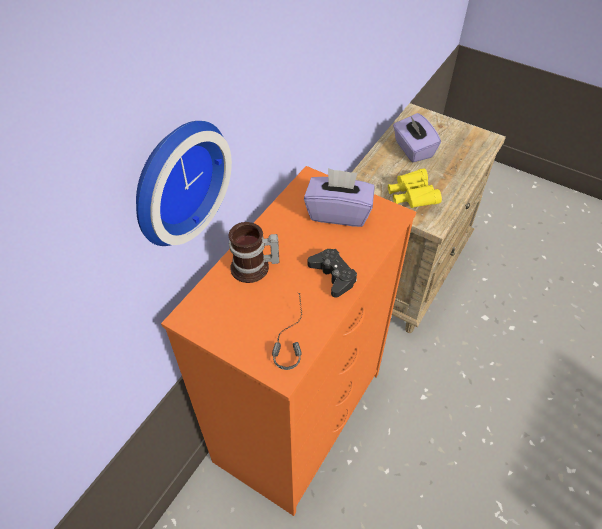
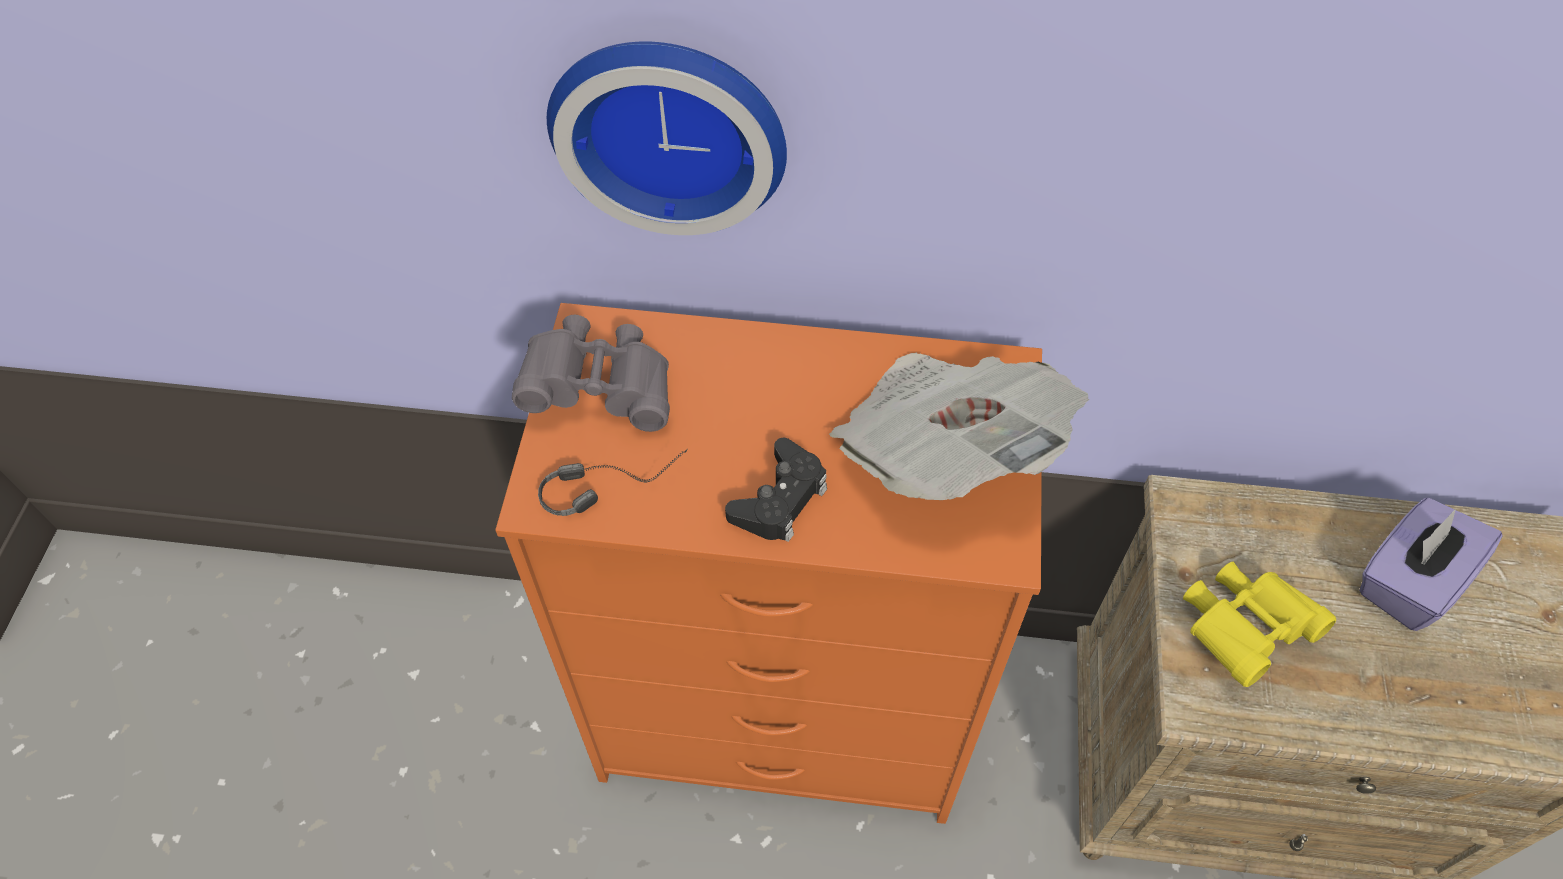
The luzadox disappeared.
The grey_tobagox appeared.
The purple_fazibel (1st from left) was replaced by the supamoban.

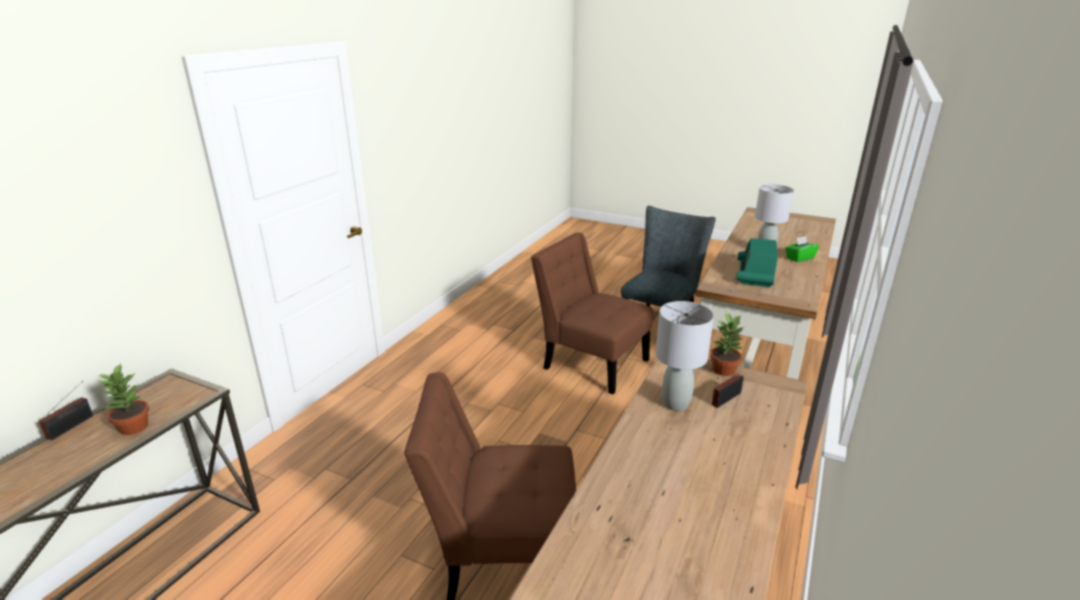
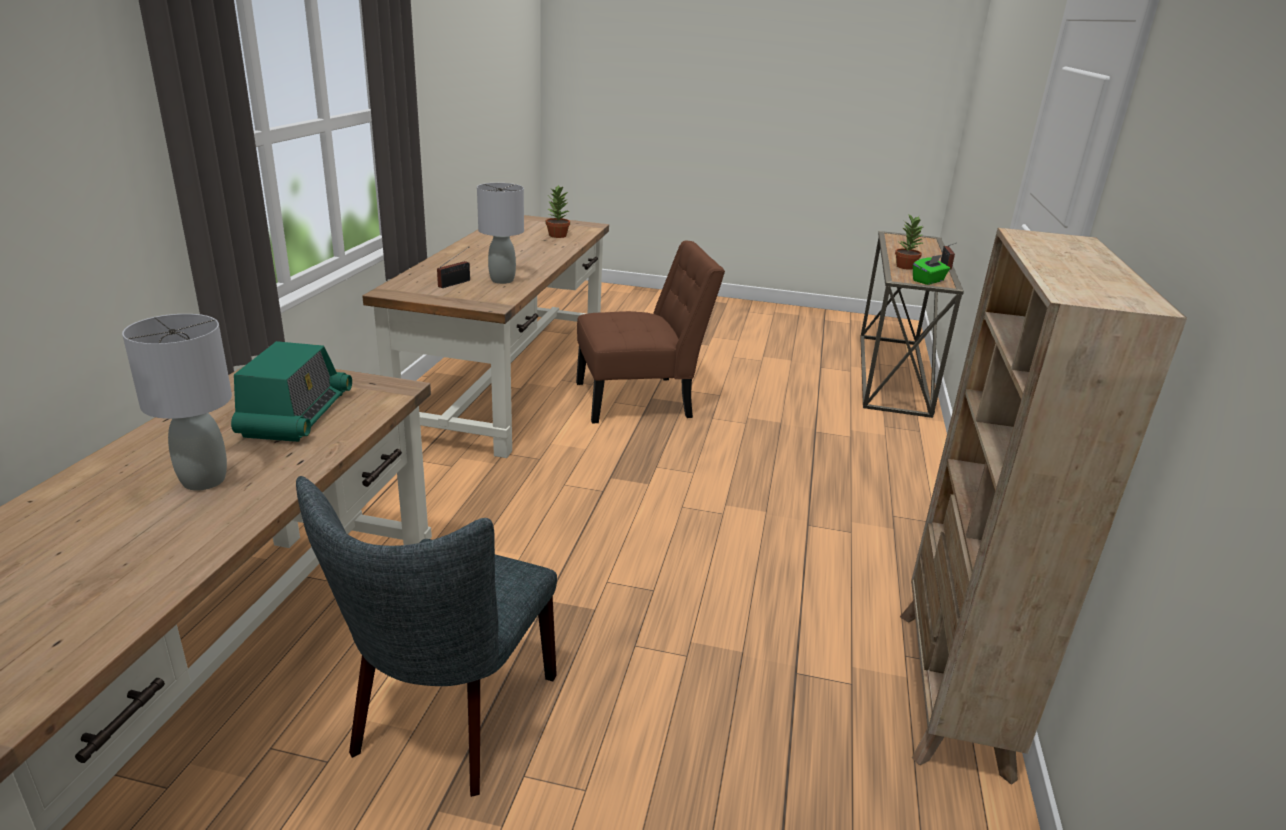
The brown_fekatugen (2nd from left) disappeared.
The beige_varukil appeared.
The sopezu (2nd from left in the first image) moved.
The green_fazibel moved.

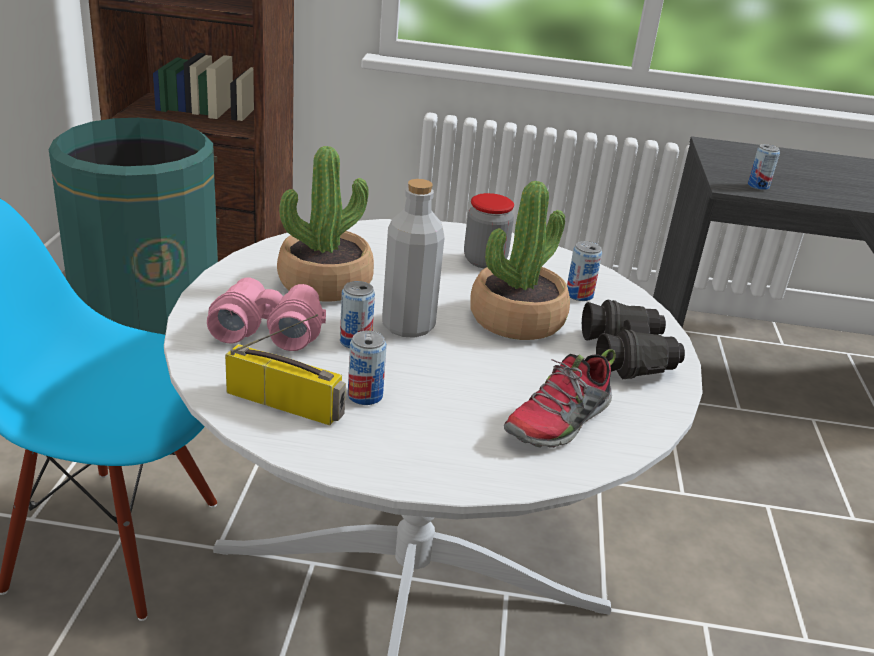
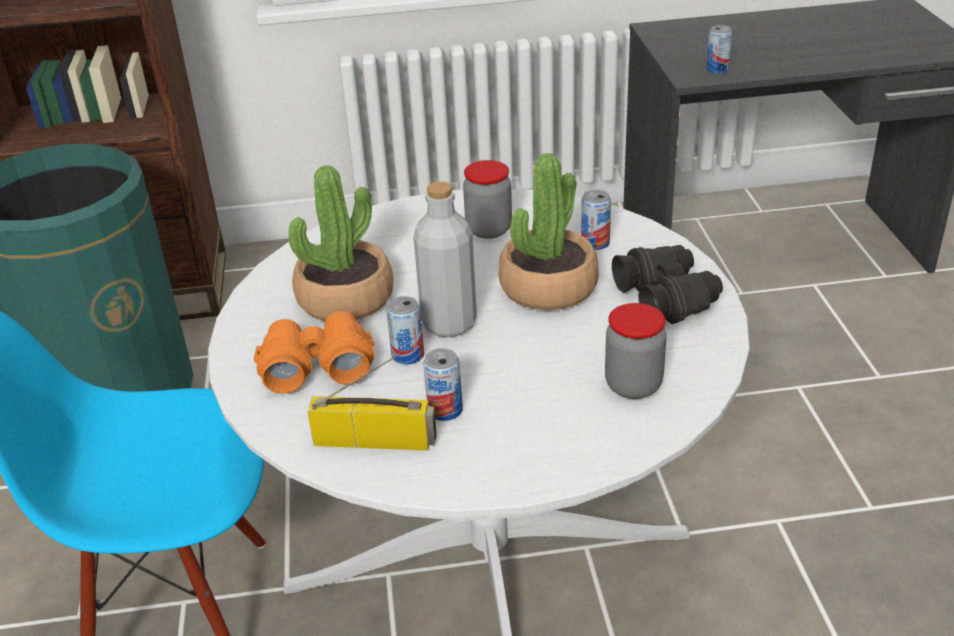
The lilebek was replaced by the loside (2nd from left).
The pink_tobagox became the orange_tobagox.

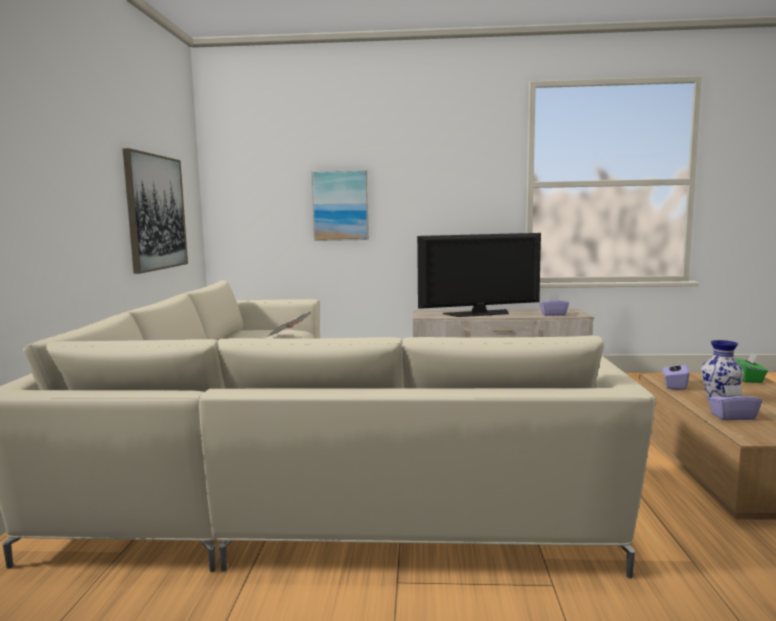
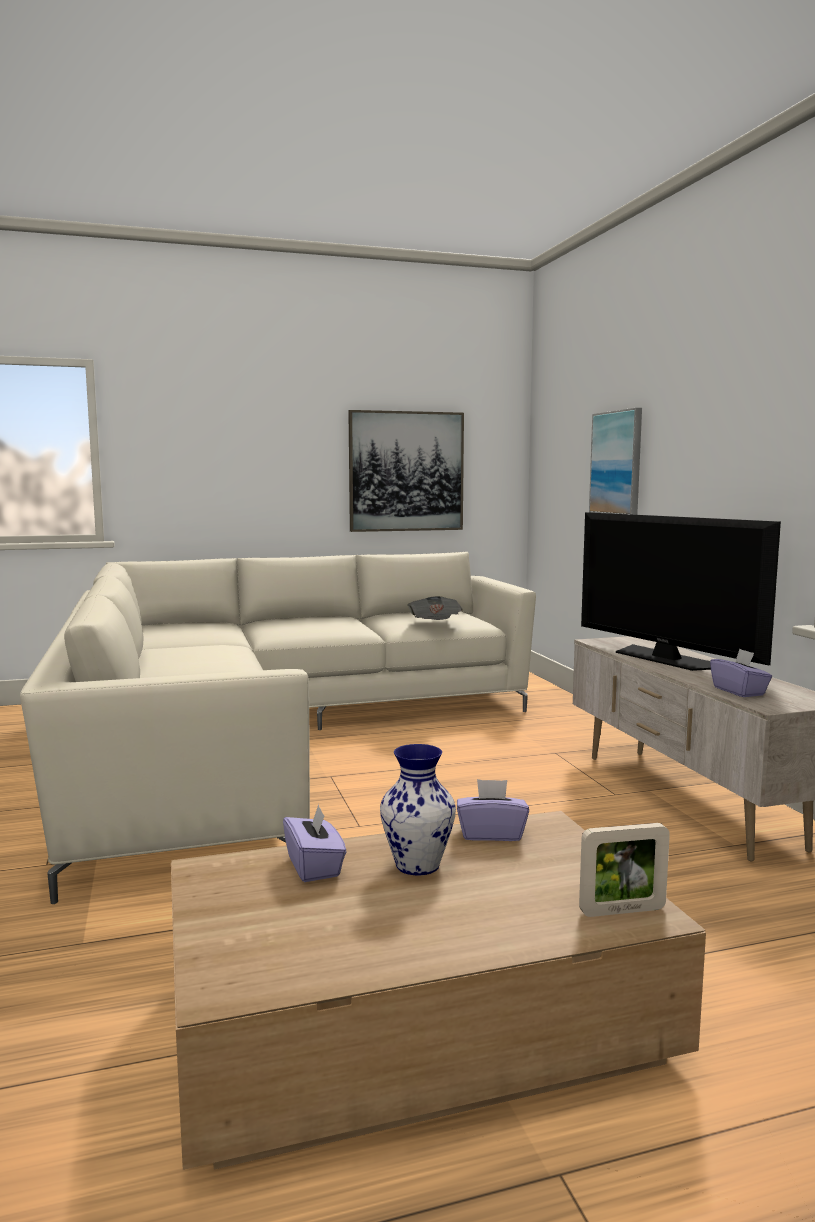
The green_fazibel was replaced by the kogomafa.

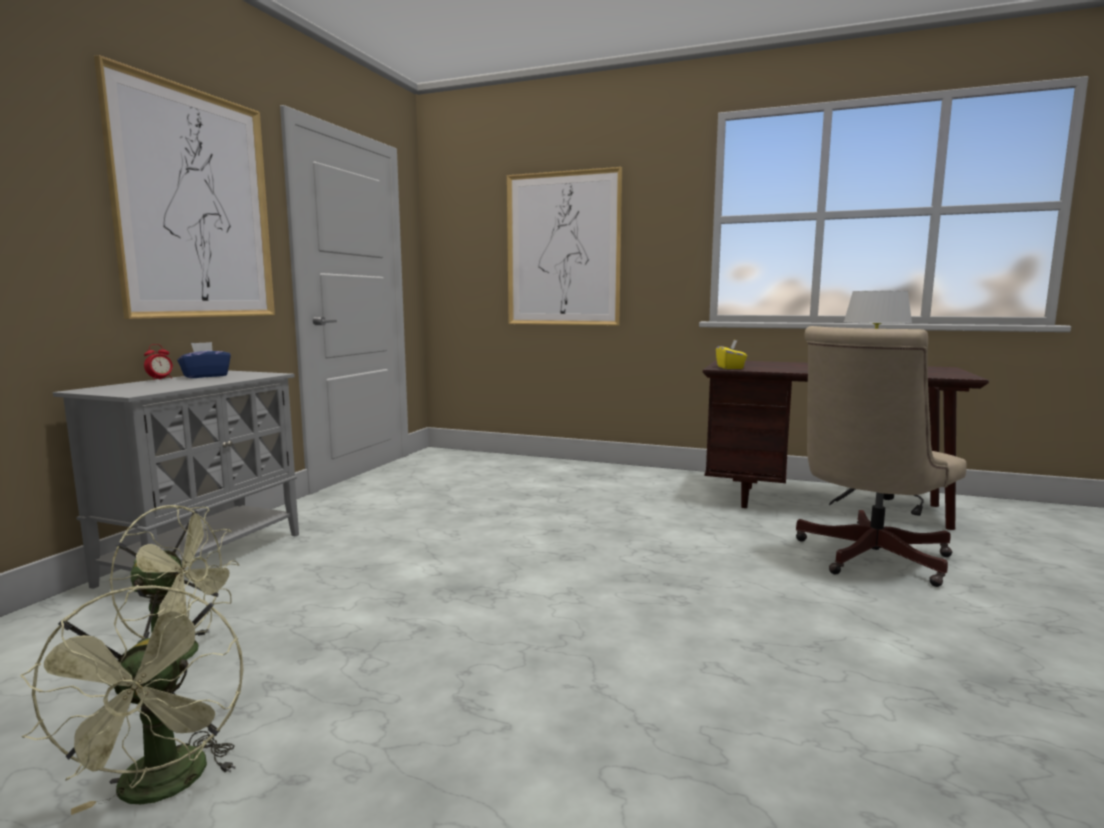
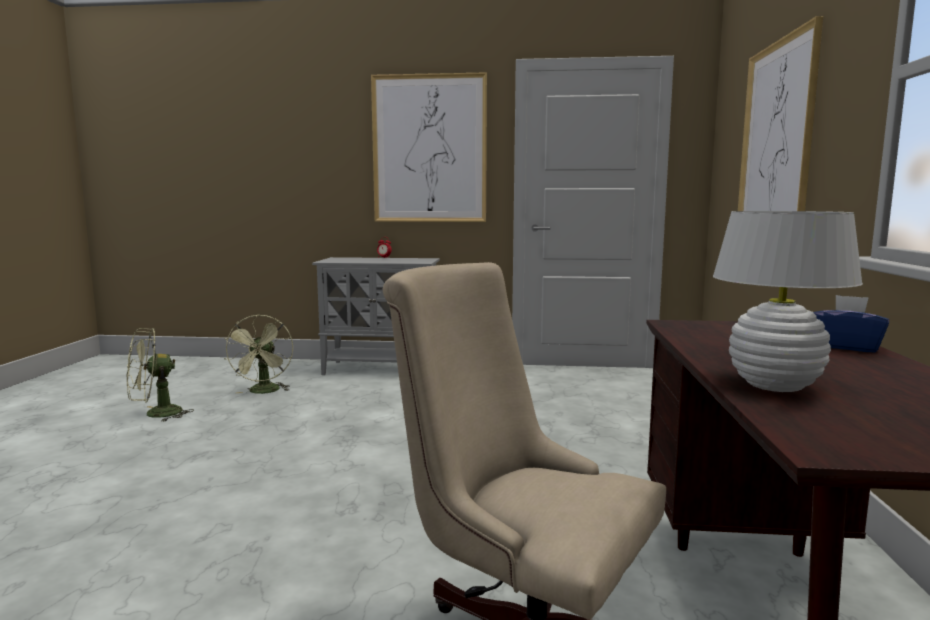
The yellow_fazibel disappeared.
The blue_fazibel moved.

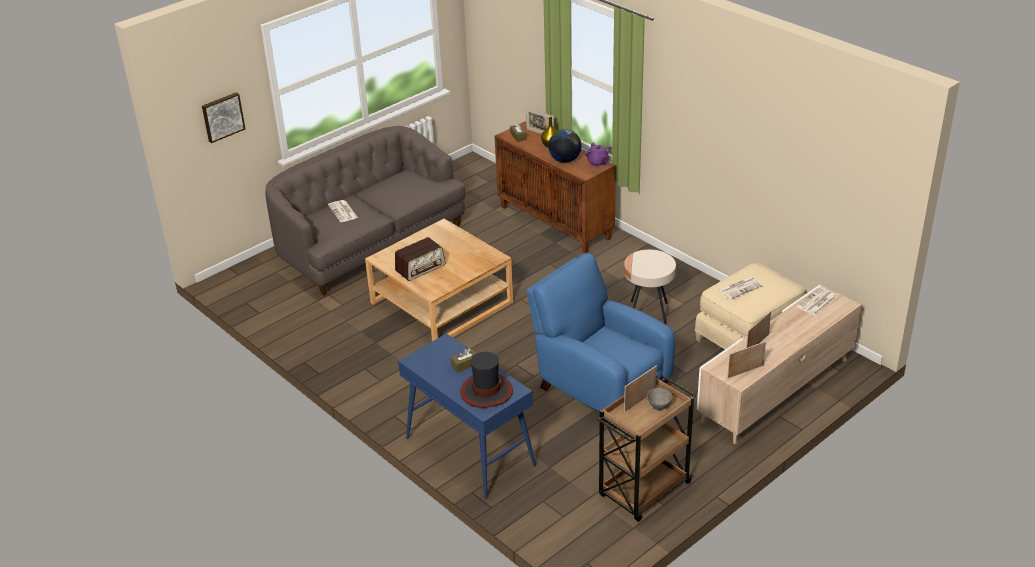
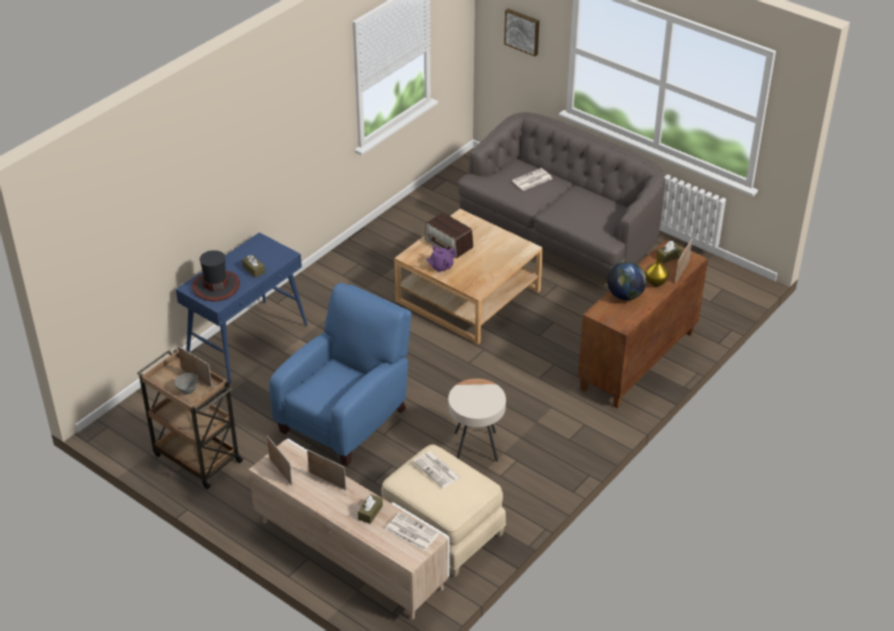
The brown_fazibel (2nd from left) appeared.
The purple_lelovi moved.

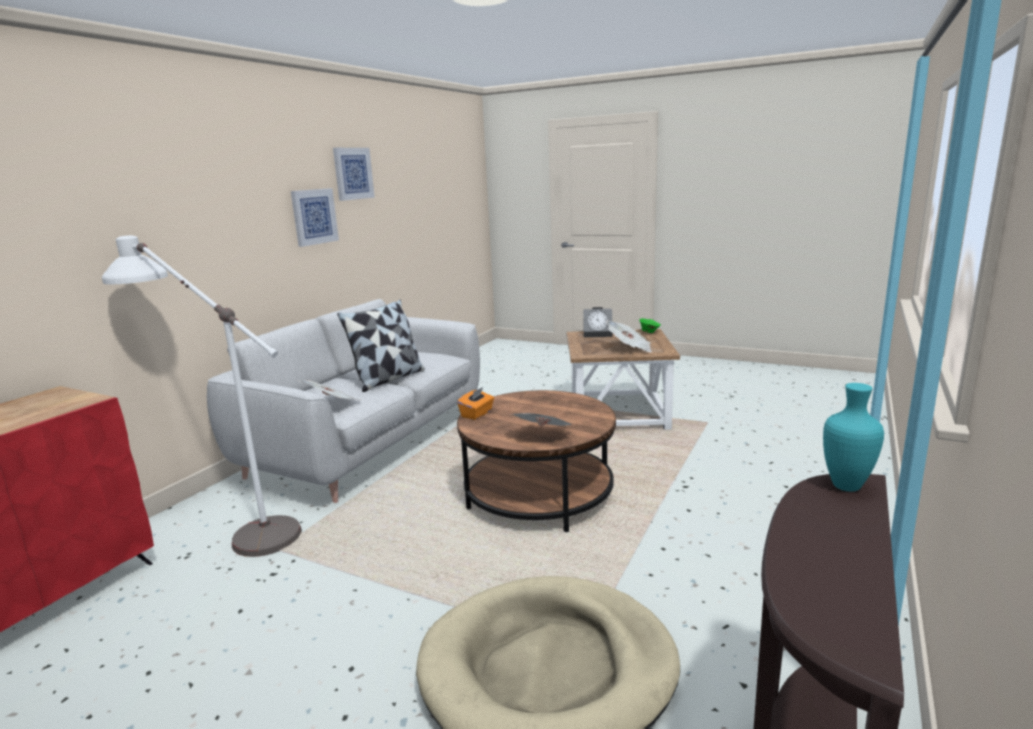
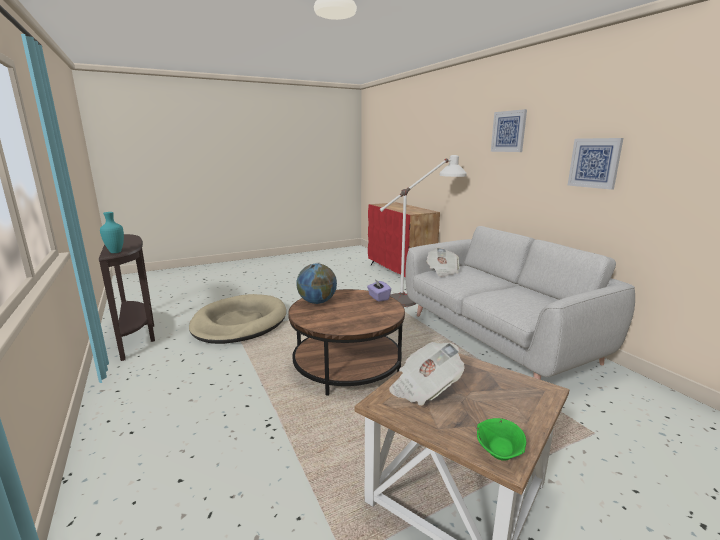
The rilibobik disappeared.
The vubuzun disappeared.
The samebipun (2nd from left in the first image) moved.
The supamoban (2nd from left) was replaced by the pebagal.
The orange_fazibel became the purple_fazibel.

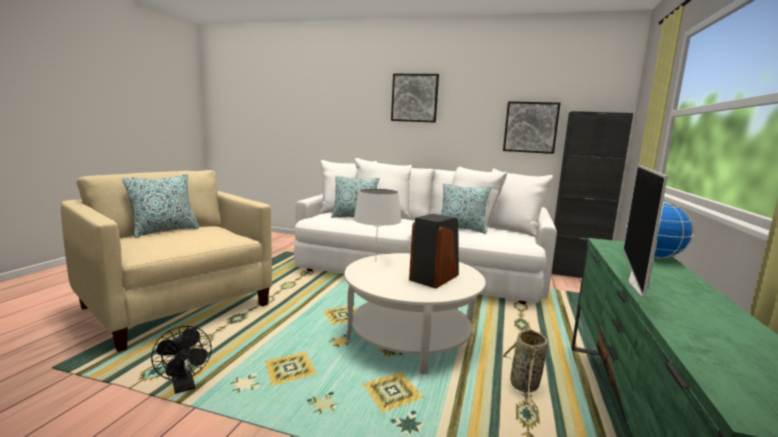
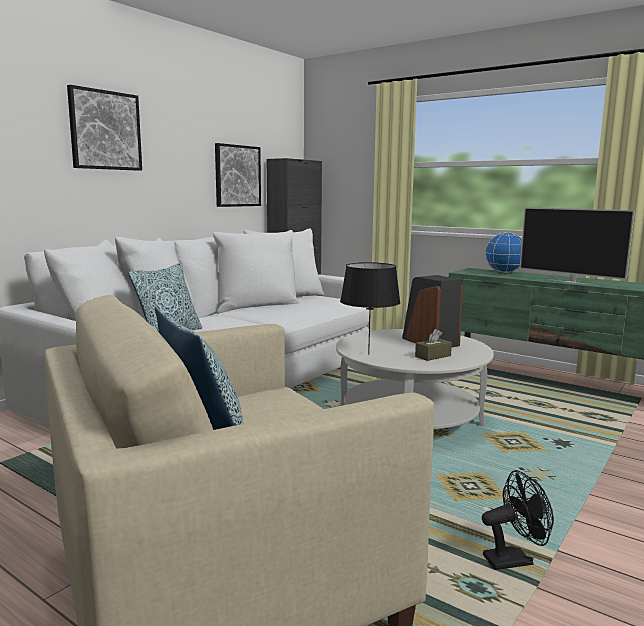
The rilibobik (3rd from left) disappeared.
The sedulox disappeared.
The brown_fazibel appeared.
The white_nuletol became the black_nuletol.

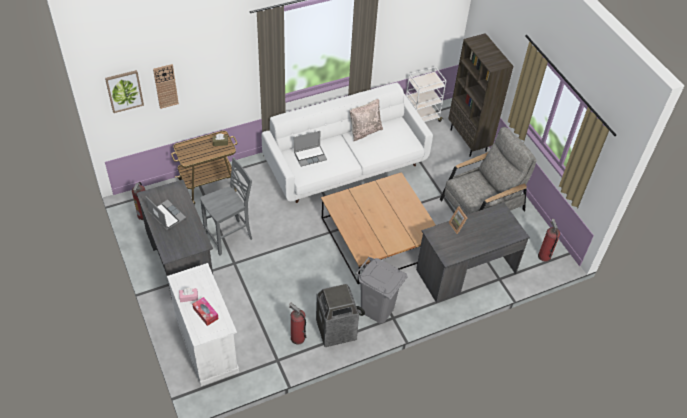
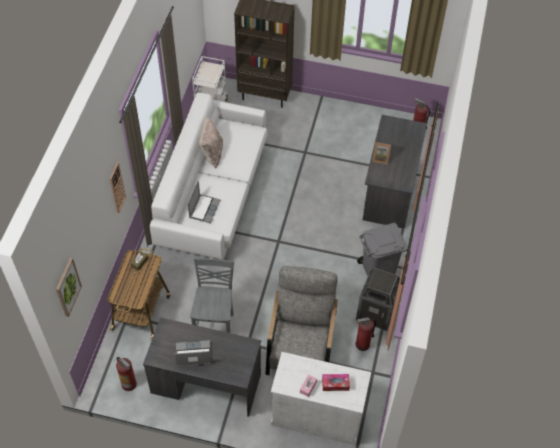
The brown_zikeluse disappeared.
The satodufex moved.
The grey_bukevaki moved.

